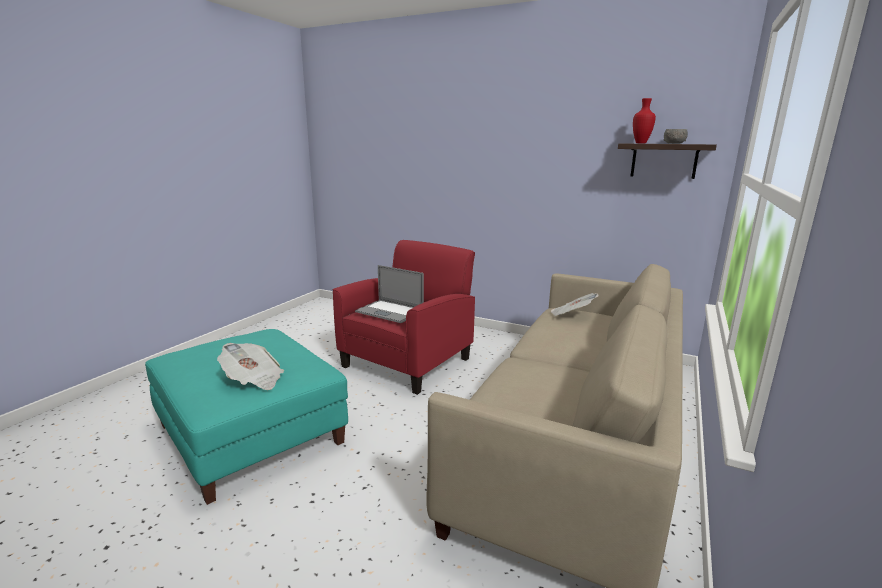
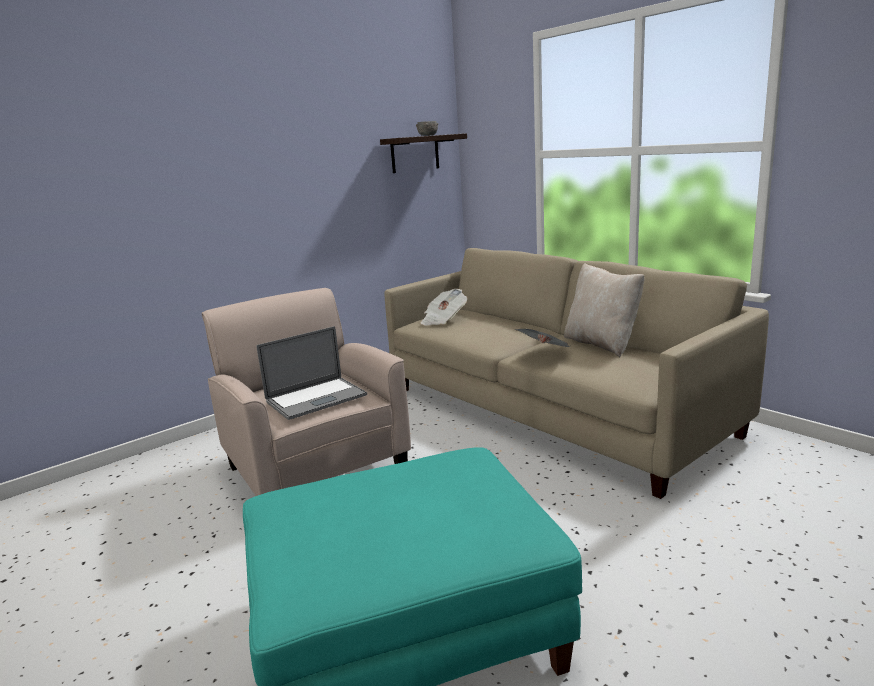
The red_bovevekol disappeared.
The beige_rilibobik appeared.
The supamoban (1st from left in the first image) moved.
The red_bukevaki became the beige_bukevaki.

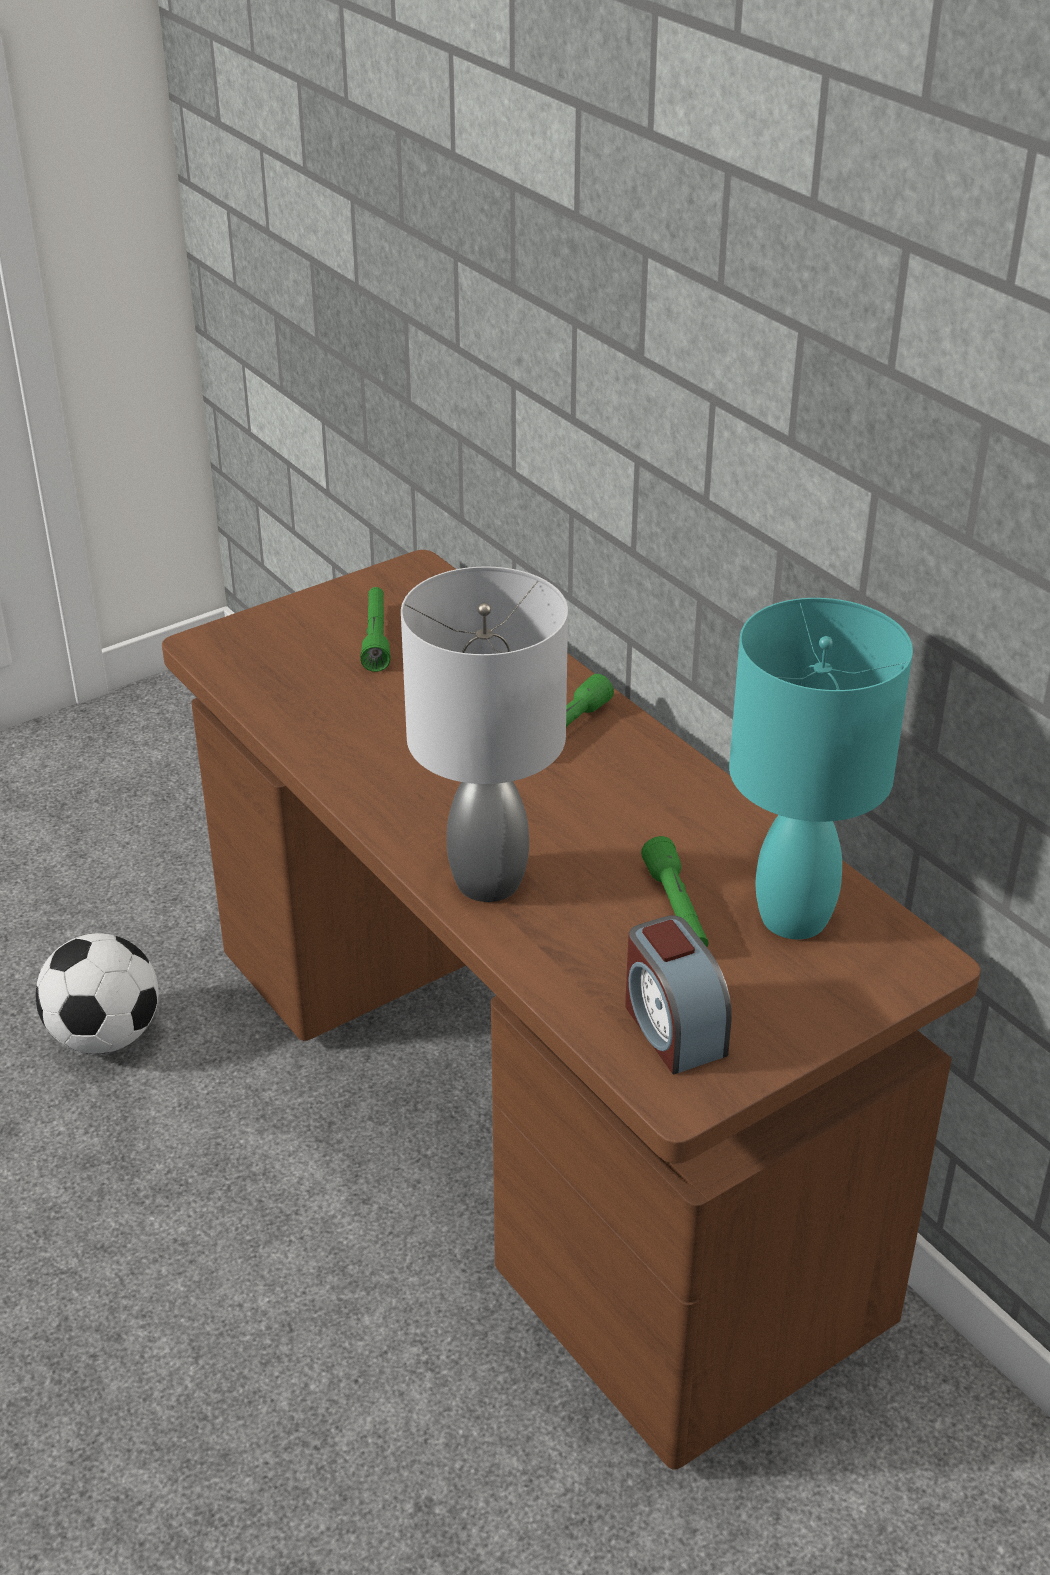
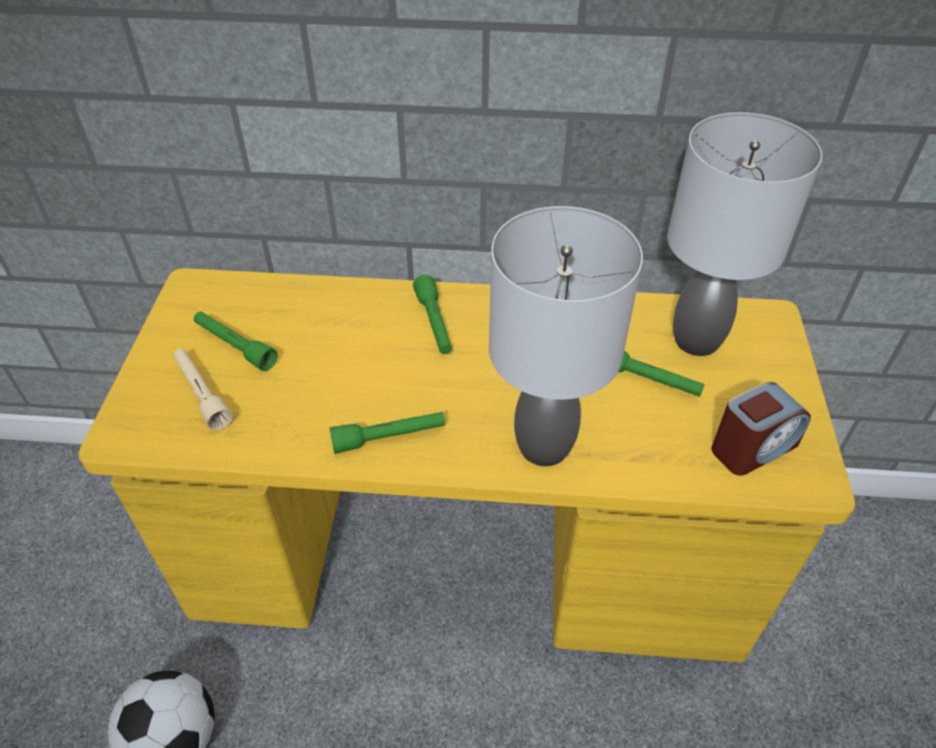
The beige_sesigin appeared.
The green_sesigin (2nd from left) appeared.
The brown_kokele became the yellow_kokele.
The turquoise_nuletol became the grey_nuletol (2nd from left).
The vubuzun turned 45 degrees counterclockwise.

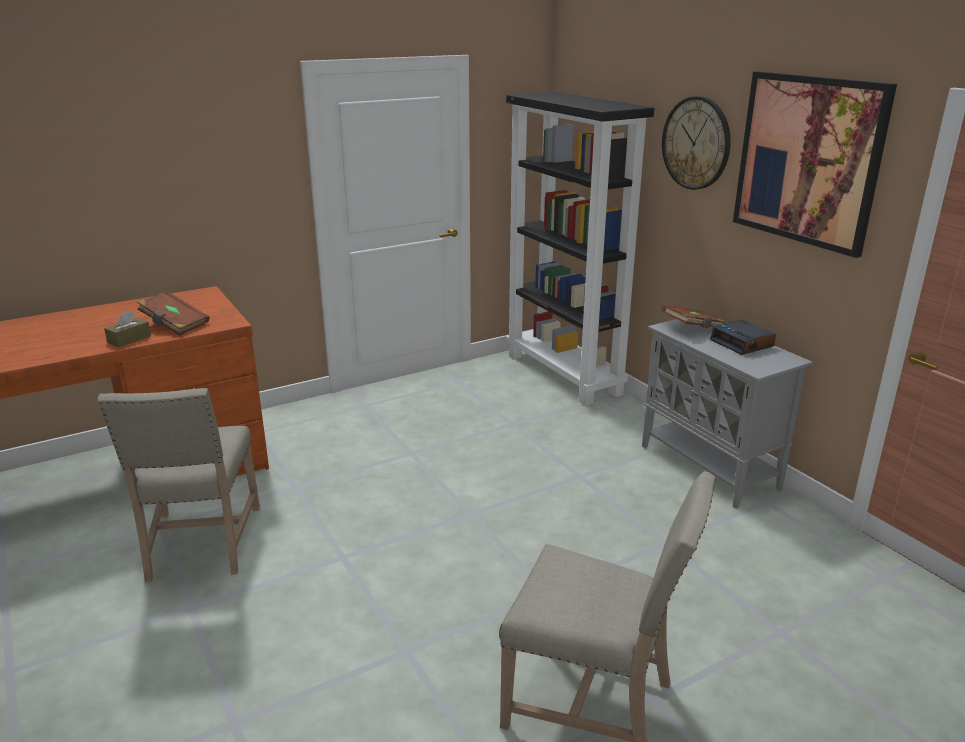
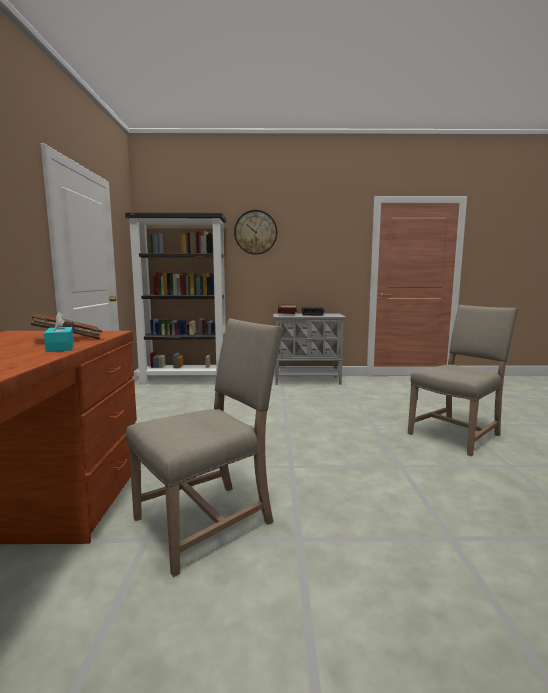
The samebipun disappeared.
The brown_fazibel became the turquoise_fazibel.
The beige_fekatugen (1st from left) turned 60 degrees counterclockwise.

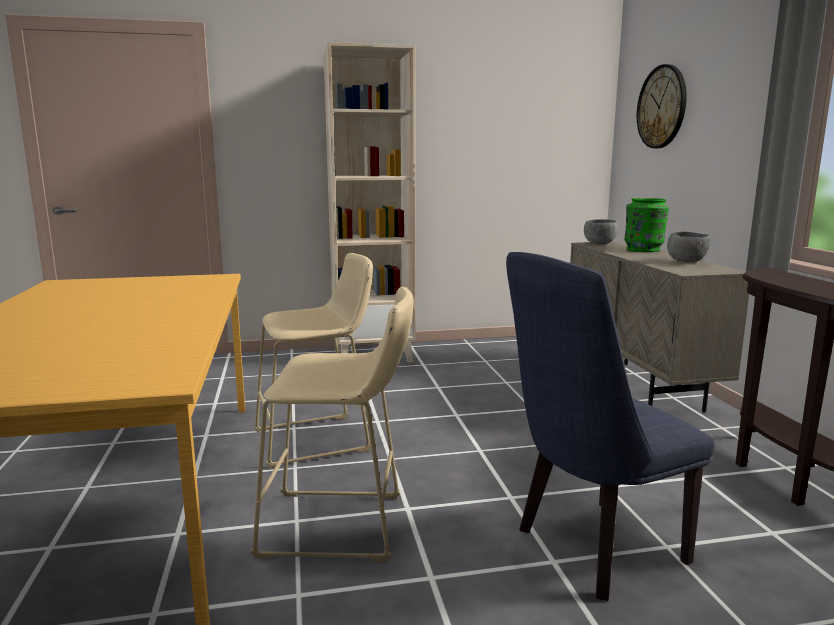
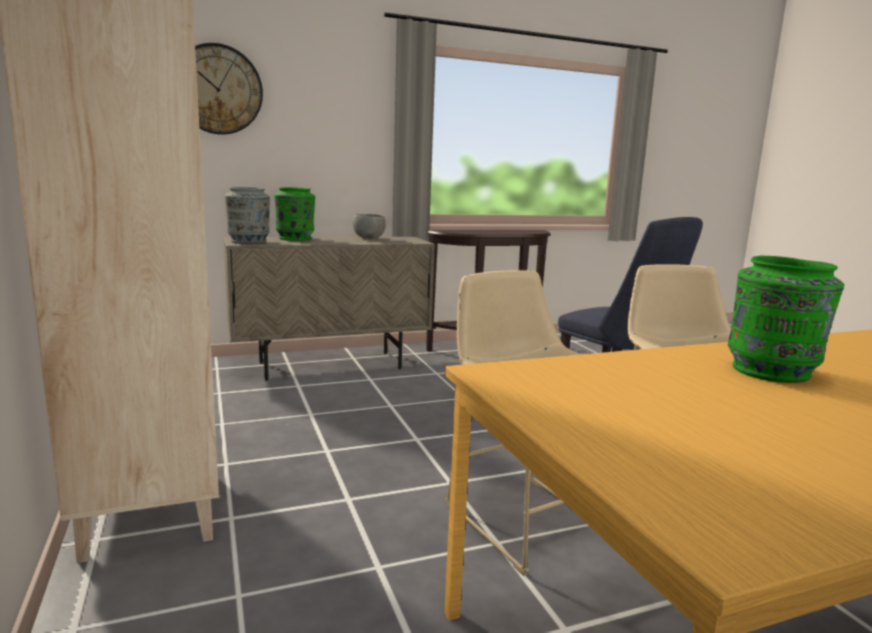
The green_bovevekol (2nd from left) appeared.
The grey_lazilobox (1st from left) was replaced by the grey_bovevekol.

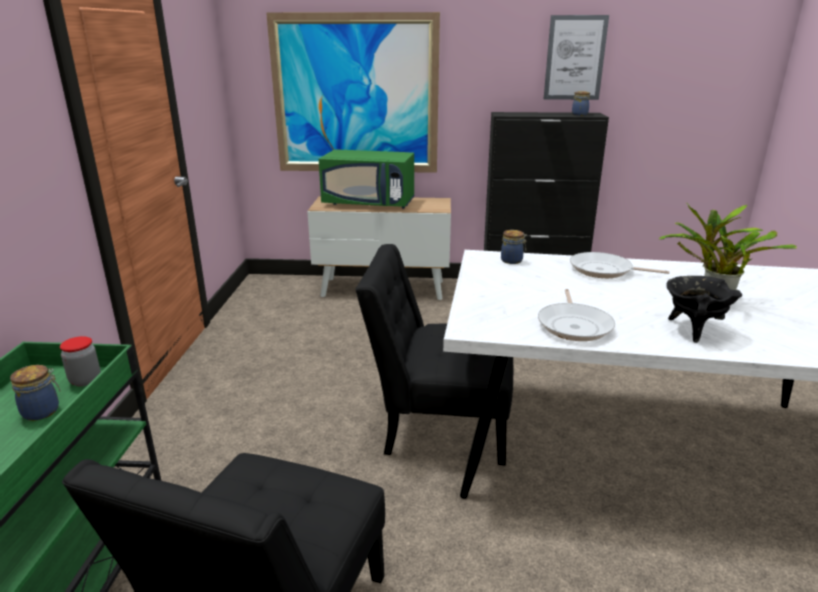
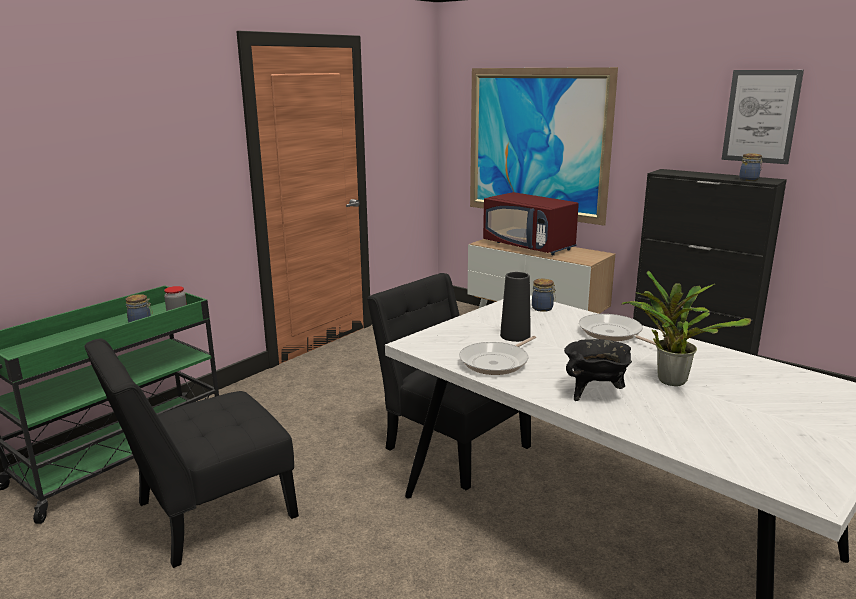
The black_bovevekol appeared.
The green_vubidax became the red_vubidax.

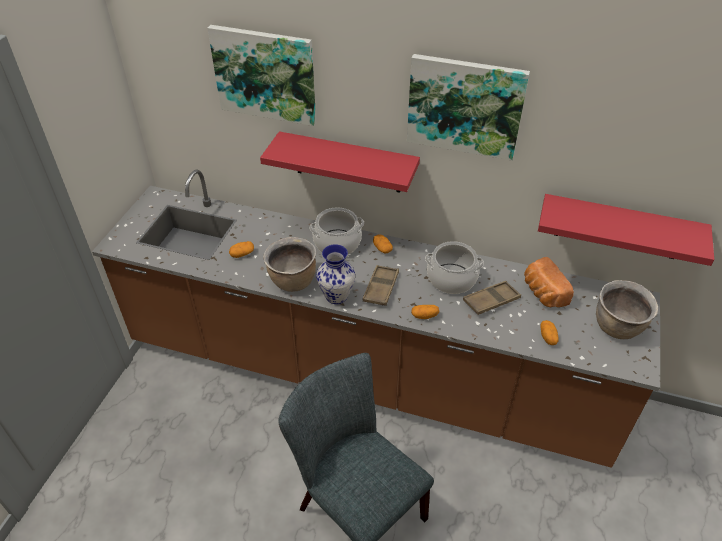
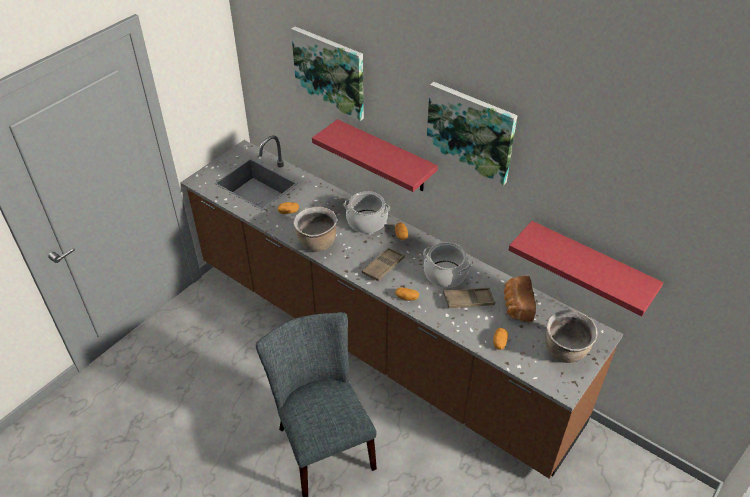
The bovevekol disappeared.

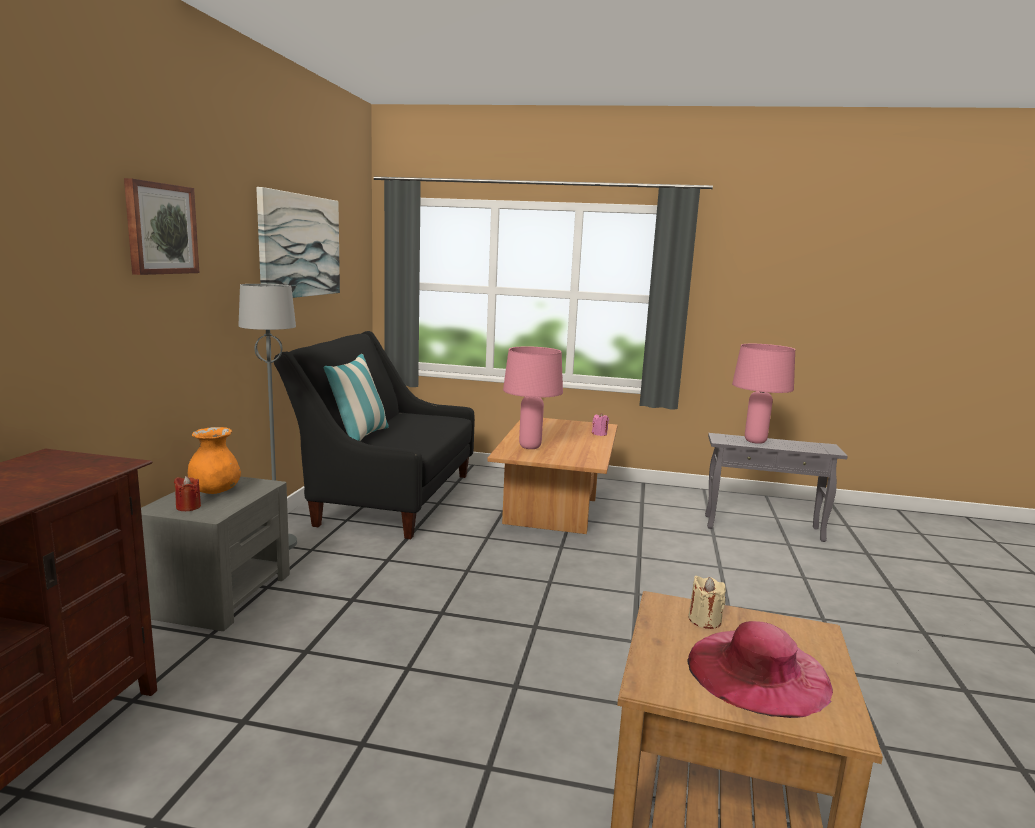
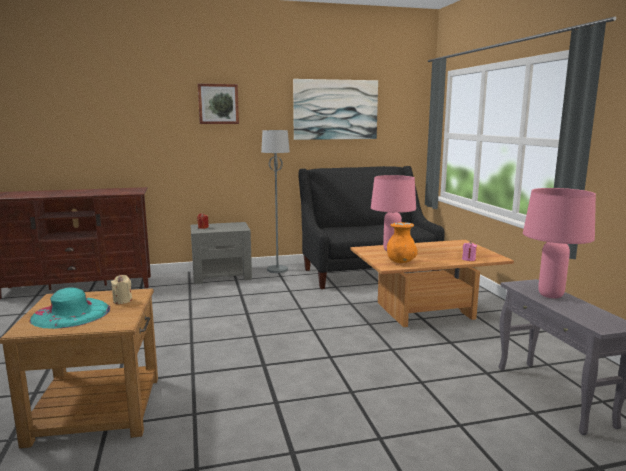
The rilibobik disappeared.
The orange_bovevekol moved.
The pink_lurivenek became the turquoise_lurivenek.

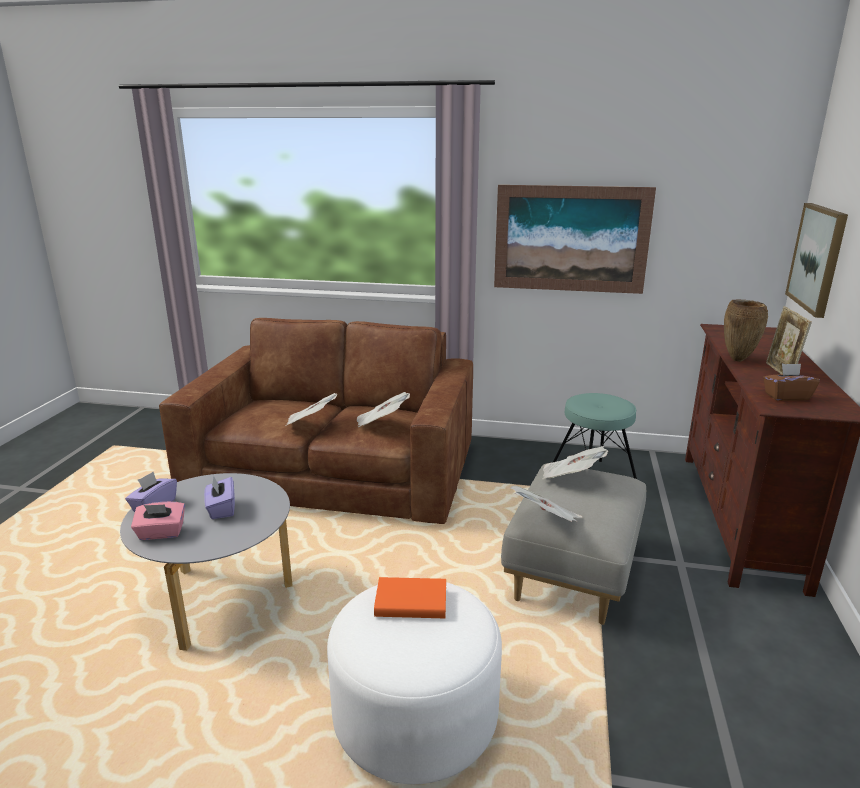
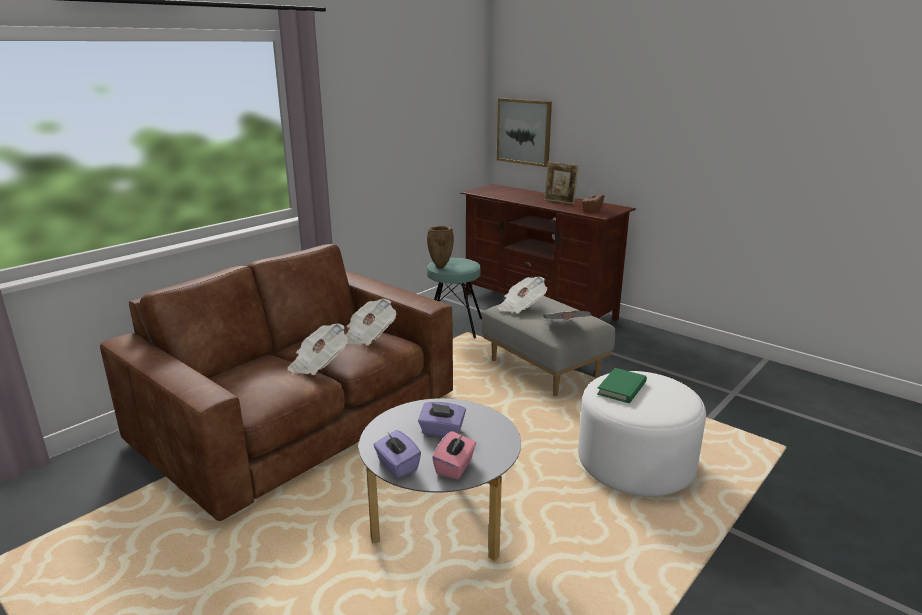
The samebipun (1st from left) disappeared.
The brown_bovevekol moved.
The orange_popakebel became the green_popakebel.

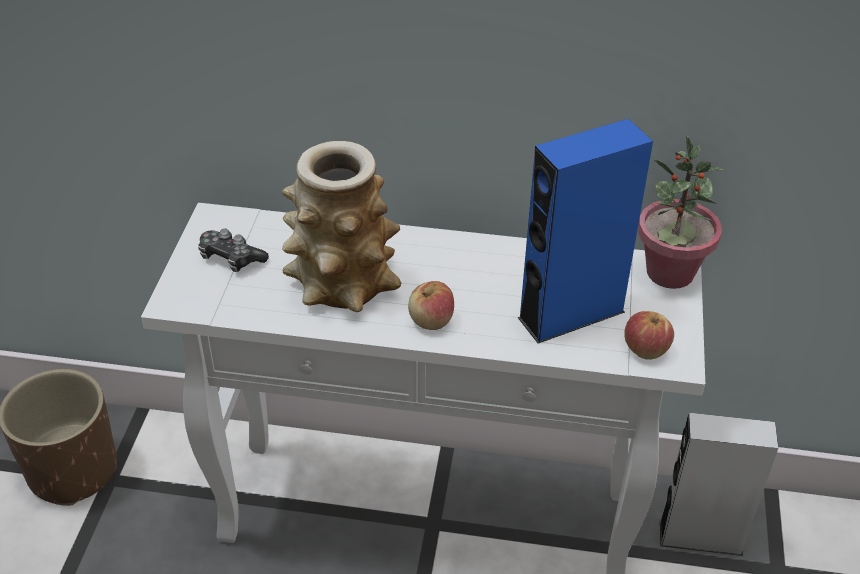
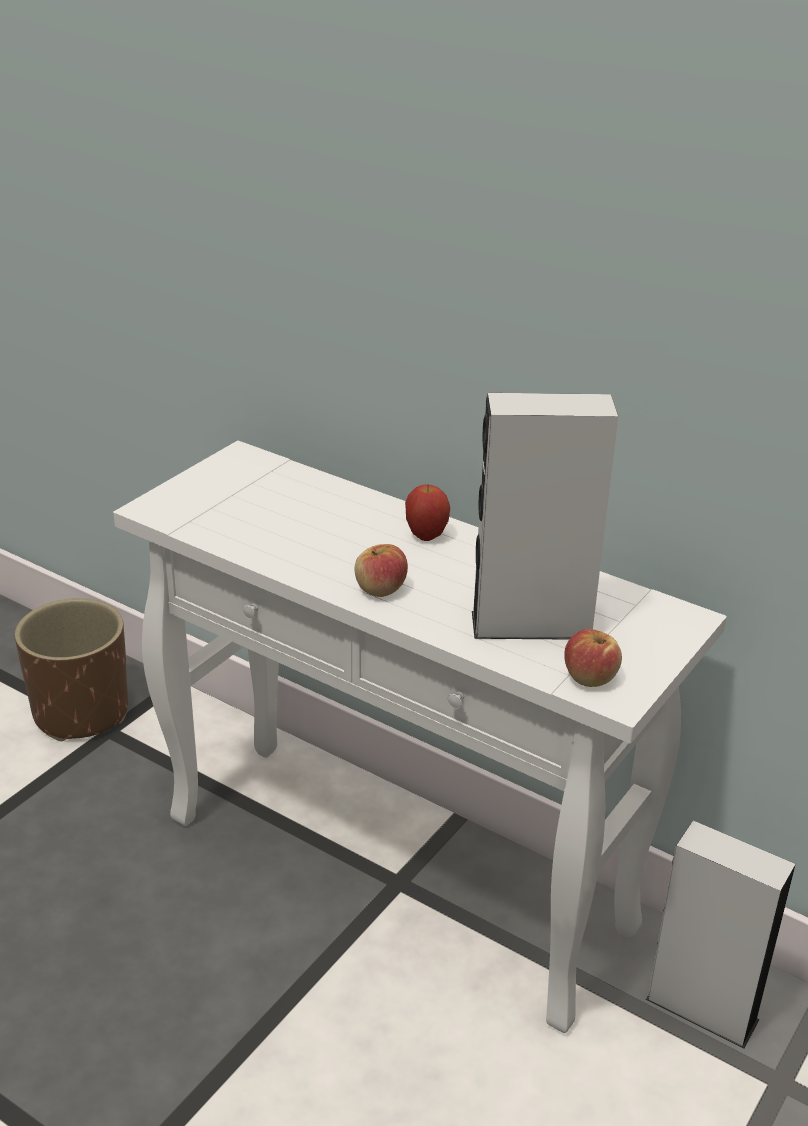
The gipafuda disappeared.
The bovevekol disappeared.
The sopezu disappeared.
The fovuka (2nd from left) appeared.
The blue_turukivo became the grey_turukivo (1st from left).

